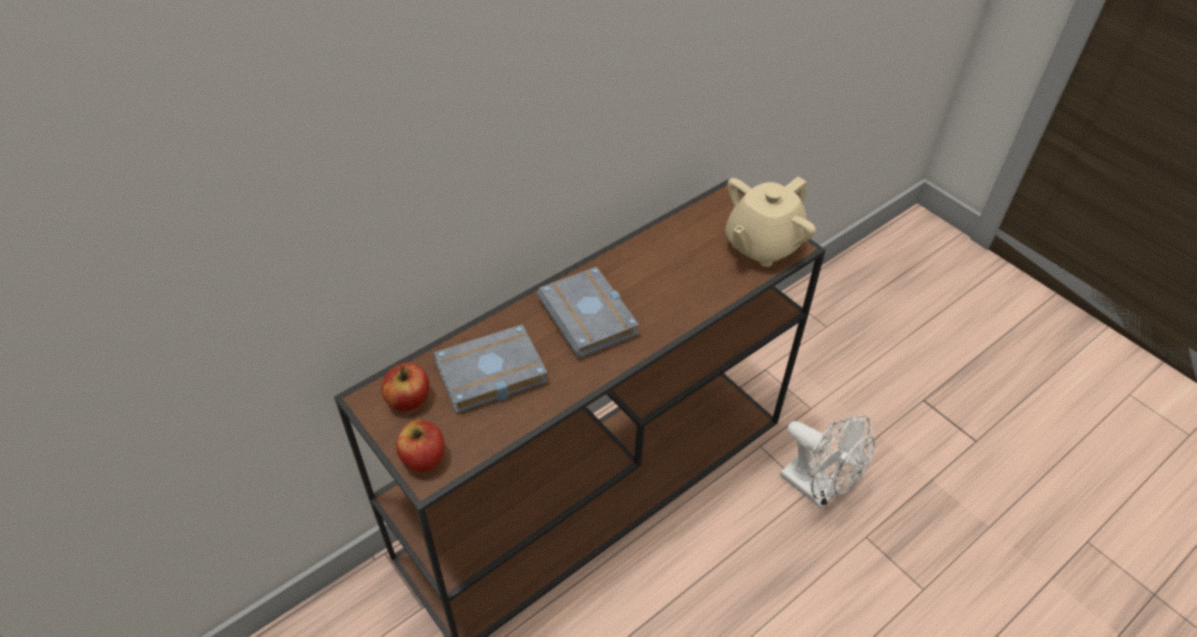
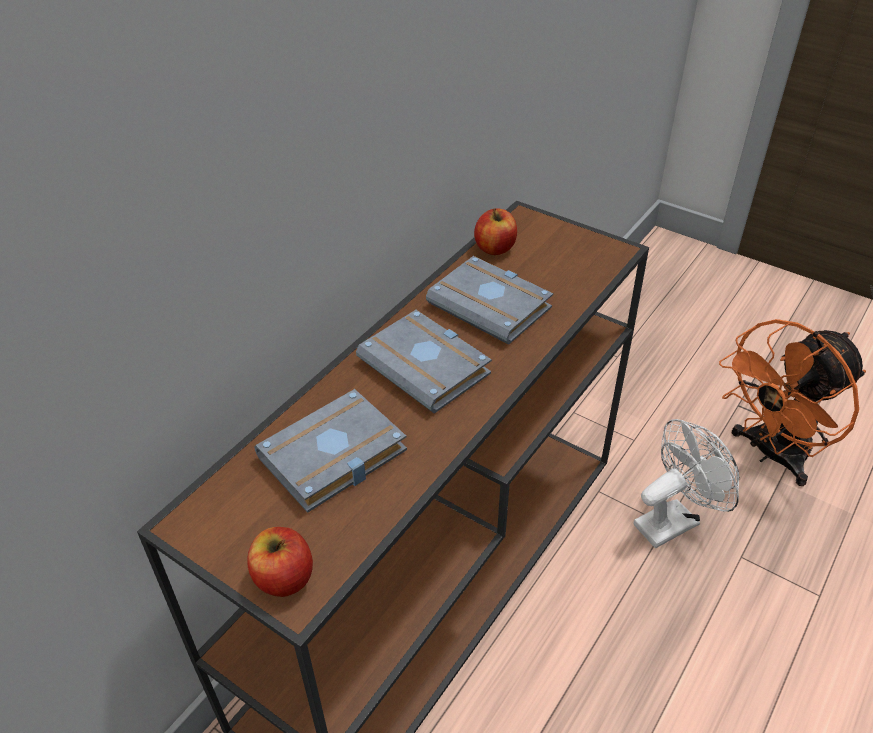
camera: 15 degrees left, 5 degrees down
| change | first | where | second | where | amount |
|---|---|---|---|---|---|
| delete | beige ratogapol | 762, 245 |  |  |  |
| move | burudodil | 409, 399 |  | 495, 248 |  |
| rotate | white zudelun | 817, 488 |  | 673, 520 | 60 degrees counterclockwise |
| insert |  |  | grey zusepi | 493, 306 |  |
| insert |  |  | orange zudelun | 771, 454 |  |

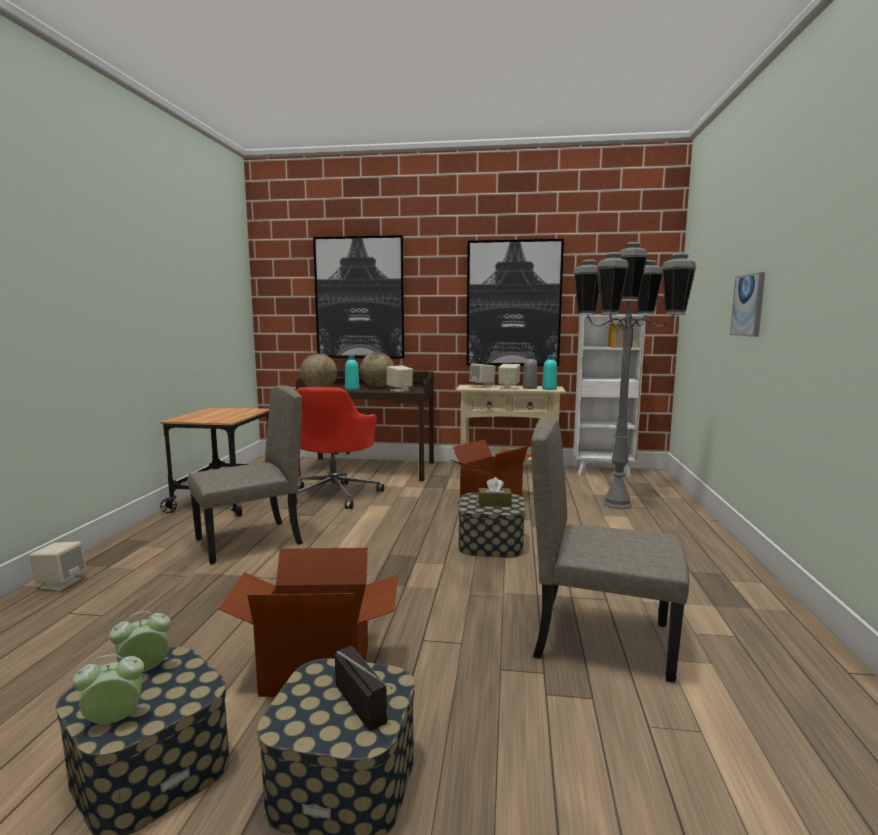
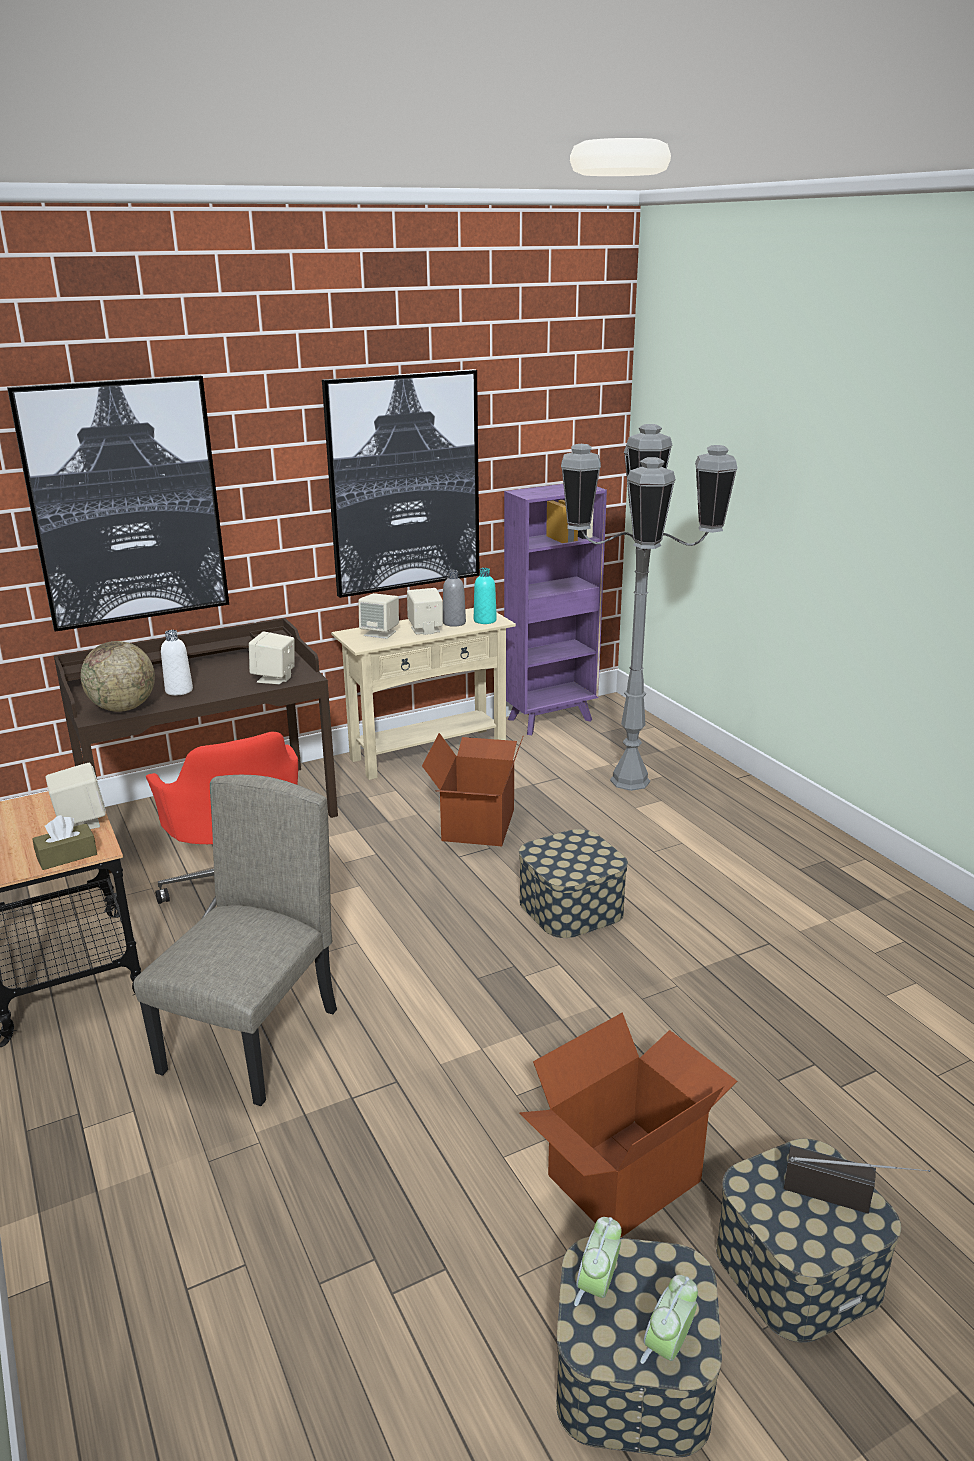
camera: 35 degrees left, 15 degrees up
| change | first | where | second | where | amount |
|---|---|---|---|---|---|
| delete | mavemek | 748, 305 |  |  |  |
| recolor | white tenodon | 603, 472 | purple tenodon | 551, 719 |  |
| delete | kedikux | 377, 386 |  |  |  |
| recolor | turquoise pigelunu | 352, 388 | white pigelunu | 179, 690 |  |
| delete | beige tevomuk | 602, 639 |  |  |  |
| move | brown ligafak | 494, 503 |  | 67, 856 |  |
| move | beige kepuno | 60, 583 |  | 80, 822 |  |

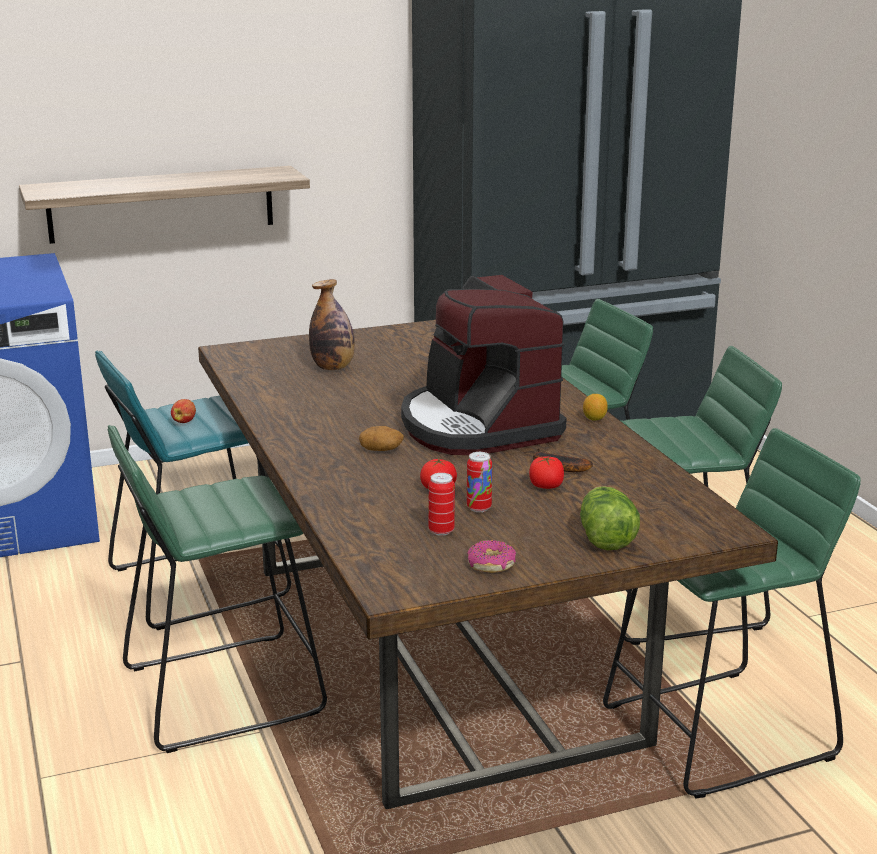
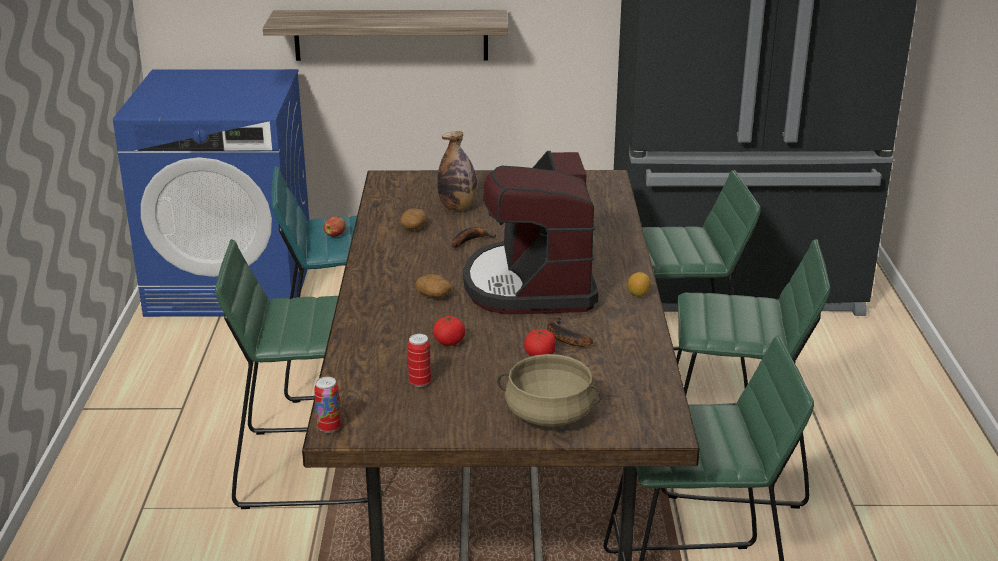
camera: 20 degrees right, 5 degrees up
| change | first | where | second | where | amount |
|---|---|---|---|---|---|
| move | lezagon | 479, 508 |  | 329, 427 |  |
| replace | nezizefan | 605, 537 | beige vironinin | 549, 415 |  |
| delete | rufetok | 492, 564 |  |  |  |
| insert |  |  | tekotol | 413, 227 |  |
| insert |  |  | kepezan | 470, 241 |  |

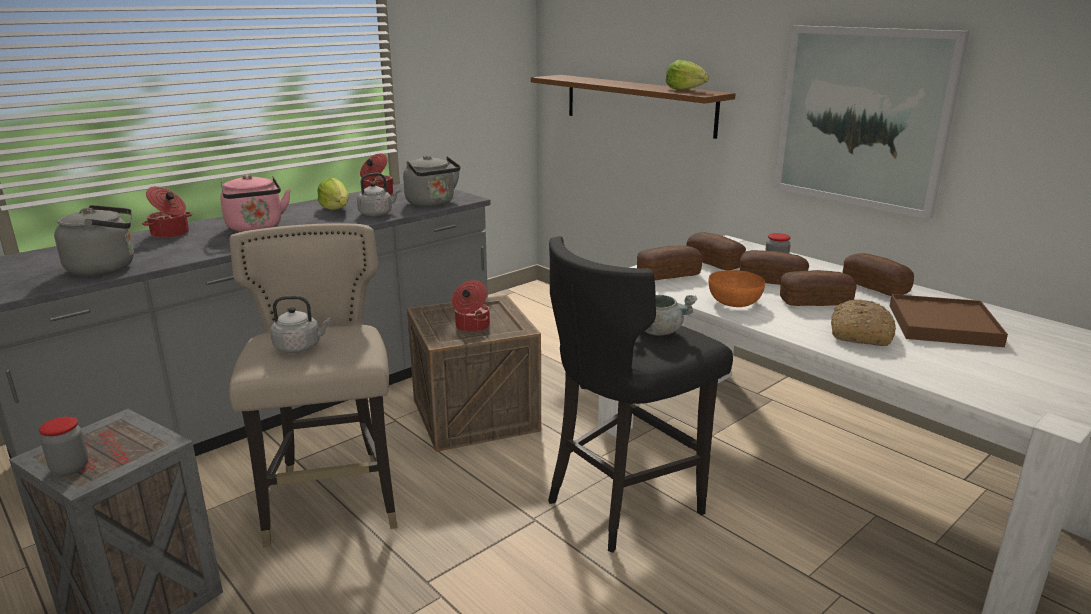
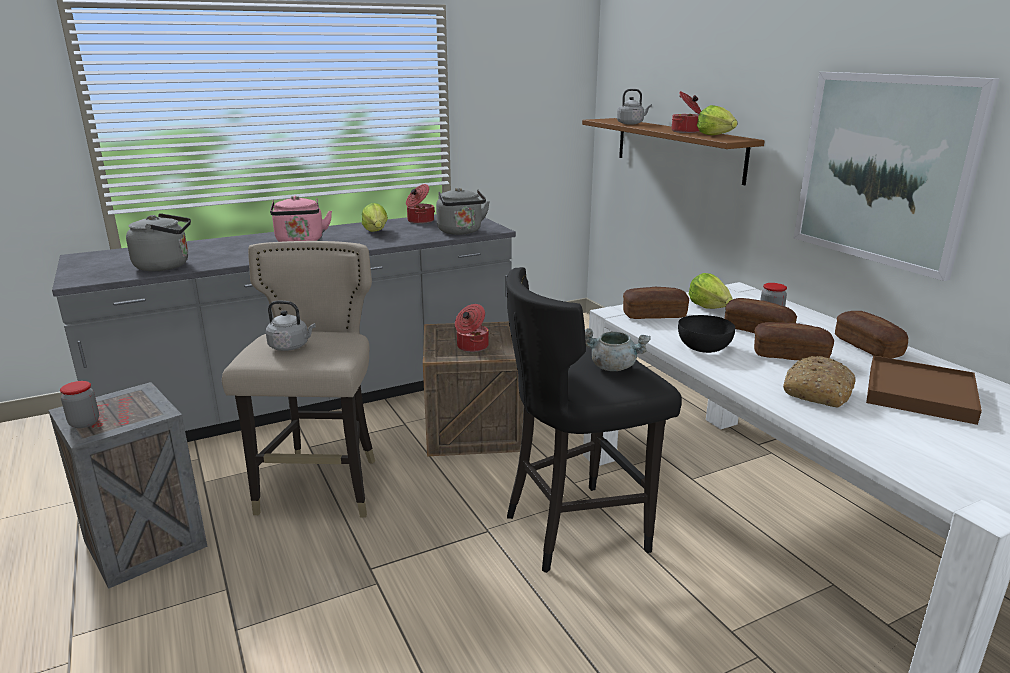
camera: 15 degrees right, 0 degrees up
| change | first | where | second | where | amount |
|---|---|---|---|---|---|
| move | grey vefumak | 377, 213 |  | 631, 123 |  |
| move | vironinin | 171, 234 |  | 686, 131 |  |
| replace | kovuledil | 714, 262 | nezizefan | 709, 307 |  |
| recolor | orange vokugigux | 734, 302 | black vokugigux | 703, 347 |  |

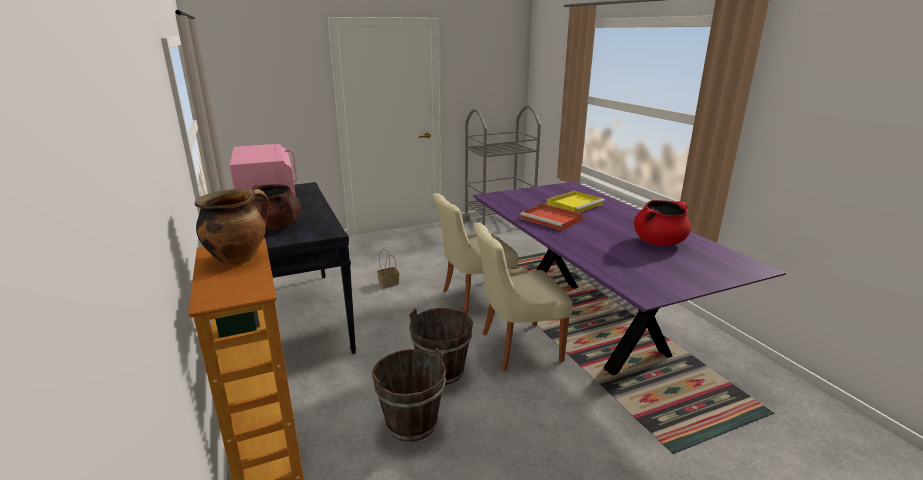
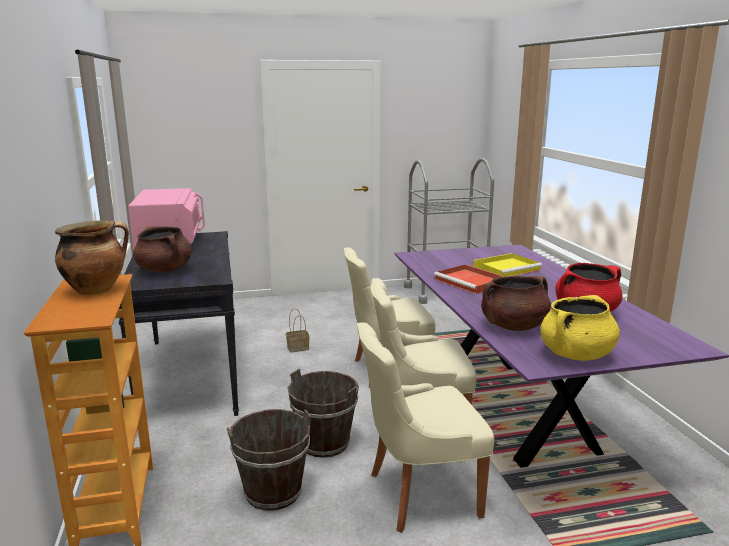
camera: 10 degrees right, 5 degrees down
| change | first | where | second | where | amount |
|---|---|---|---|---|---|
| insert |  |  | brown vironinin | 513, 326 |  |
| insert |  |  | yellow vironinin | 576, 355 |  |
| insert |  |  | beige tevomuk | 419, 494 |  |

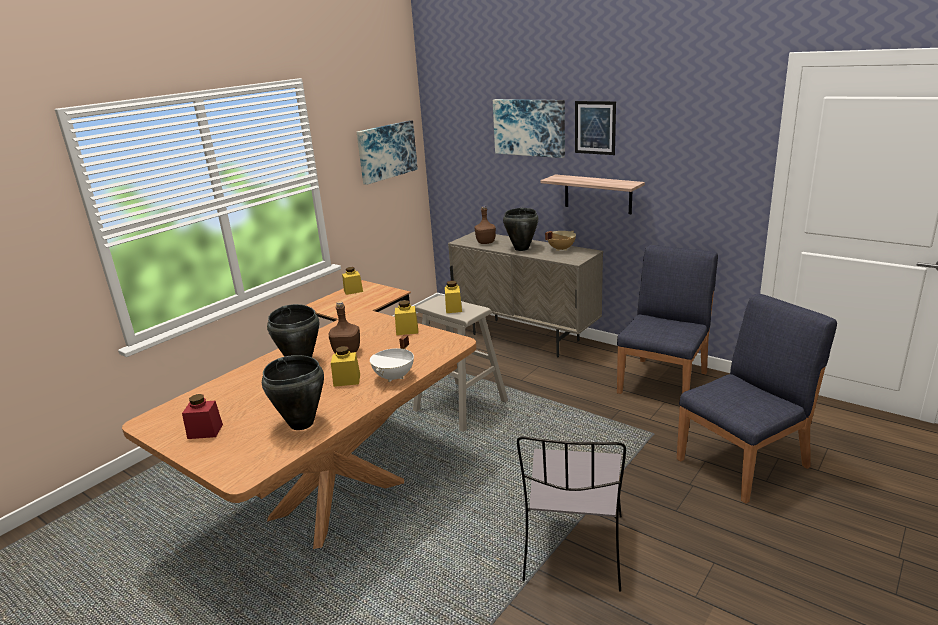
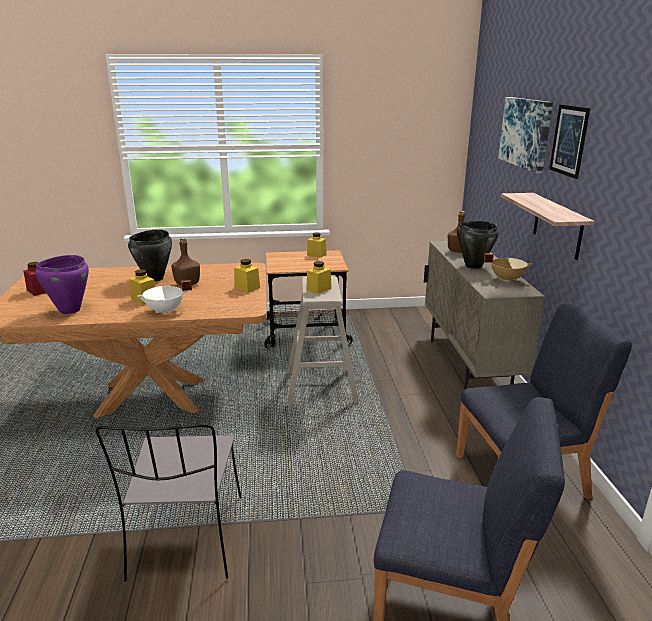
camera: 45 degrees right, 0 degrees up
| change | first | where | second | where | amount |
|---|---|---|---|---|---|
| delete | mavemek | 386, 151 |  |  |  |
| recolor | black vironinin | 301, 424 | purple vironinin | 69, 310 |  |
| rotate | grey tevomuk | 574, 550 |  | 187, 539 | 60 degrees counterclockwise |

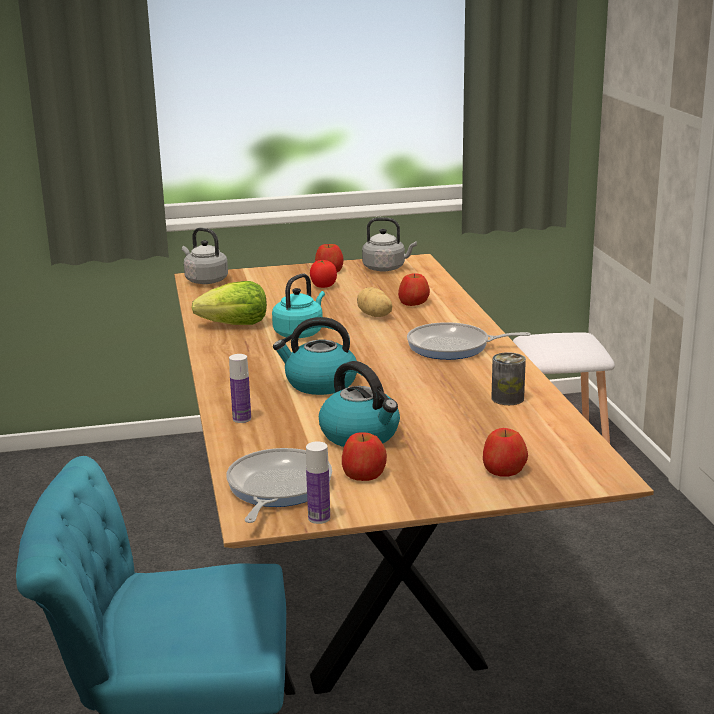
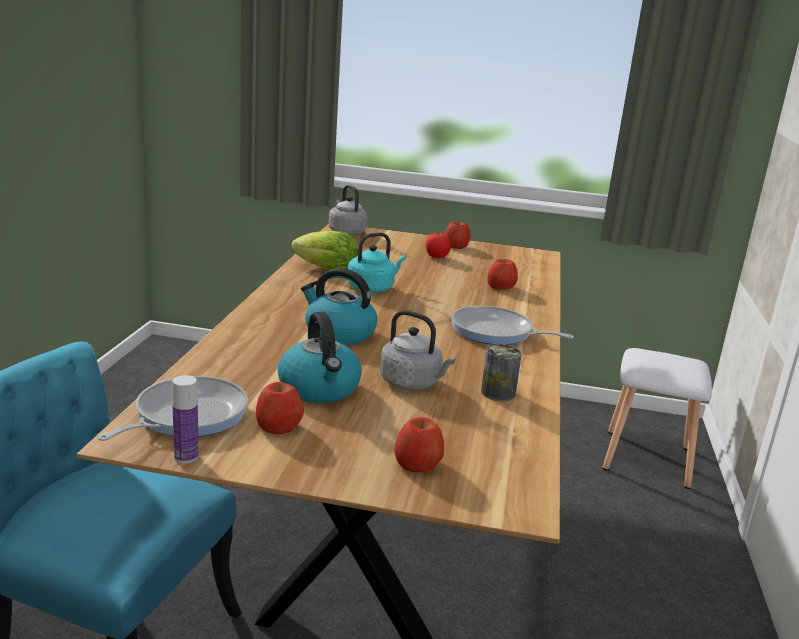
camera: 20 degrees right, 0 degrees up
| change | first | where | second | where | amount |
|---|---|---|---|---|---|
| move | grey vefumak | 386, 268 |  | 413, 383 |  |
| delete | tekotol | 374, 315 |  |  |  |
| delete | pigelunu | 242, 419 |  |  |  |

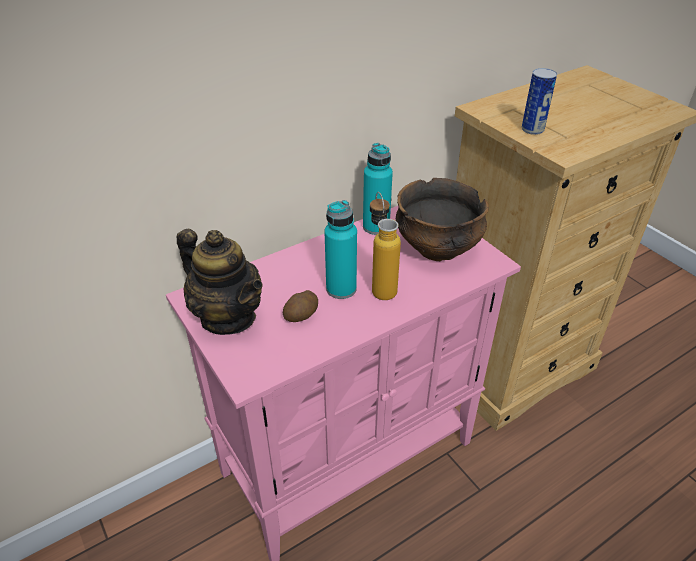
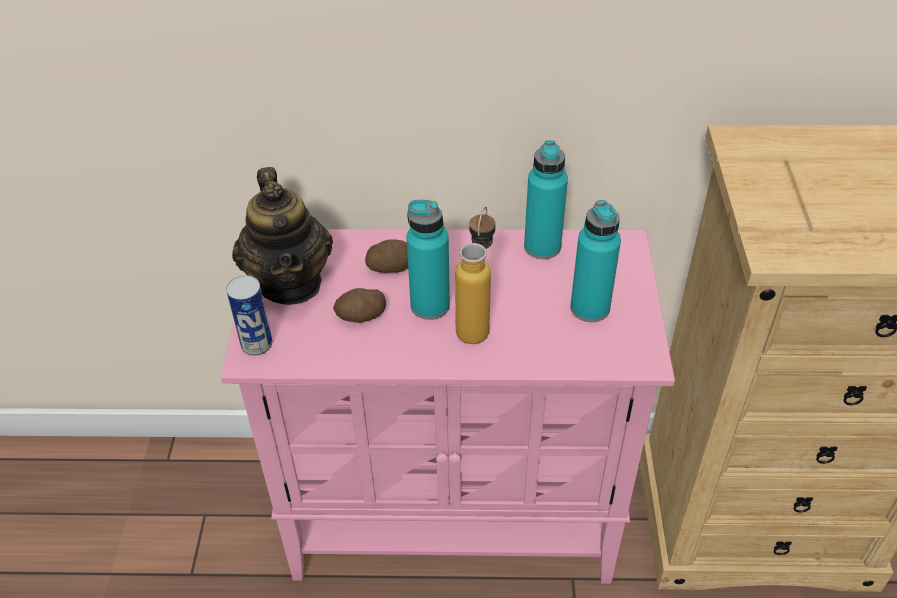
camera: 35 degrees right, 5 degrees up
| change | first | where | second | where | amount |
|---|---|---|---|---|---|
| move | lezagon | 532, 129 |  | 257, 344 |  |
| replace | vokugigux | 438, 248 | turquoise pigelunu | 590, 308 |  |
| insert |  |  | tekotol | 390, 266 |  |

